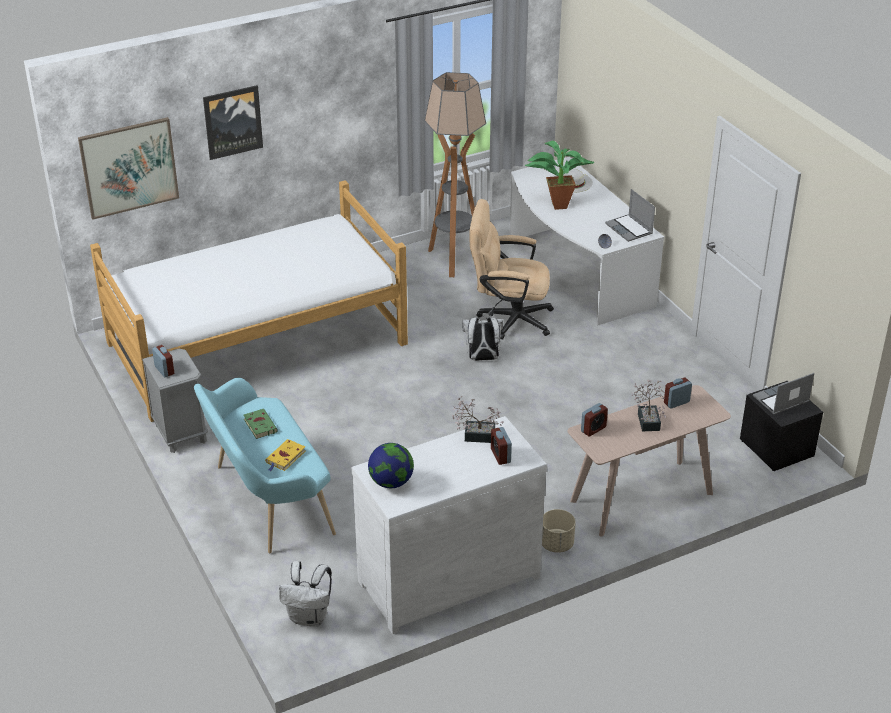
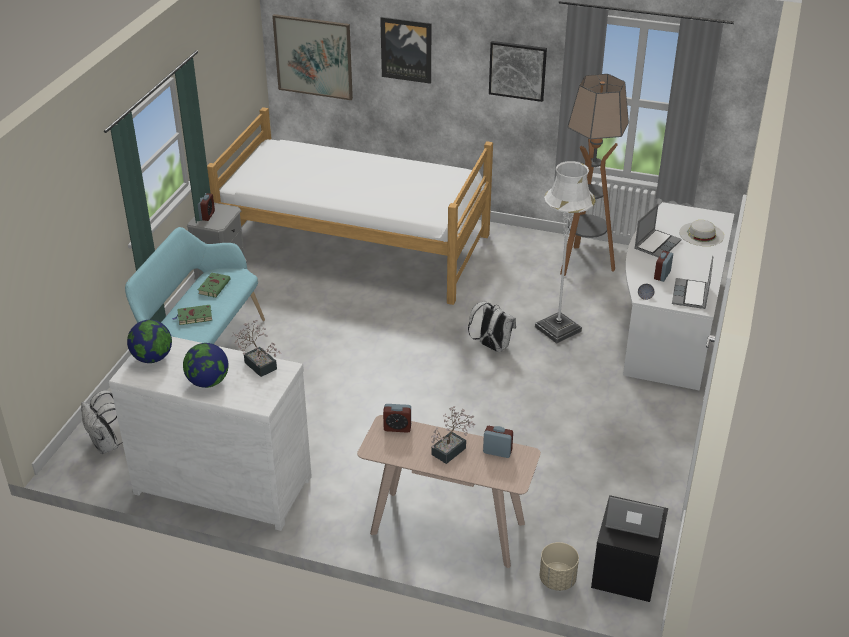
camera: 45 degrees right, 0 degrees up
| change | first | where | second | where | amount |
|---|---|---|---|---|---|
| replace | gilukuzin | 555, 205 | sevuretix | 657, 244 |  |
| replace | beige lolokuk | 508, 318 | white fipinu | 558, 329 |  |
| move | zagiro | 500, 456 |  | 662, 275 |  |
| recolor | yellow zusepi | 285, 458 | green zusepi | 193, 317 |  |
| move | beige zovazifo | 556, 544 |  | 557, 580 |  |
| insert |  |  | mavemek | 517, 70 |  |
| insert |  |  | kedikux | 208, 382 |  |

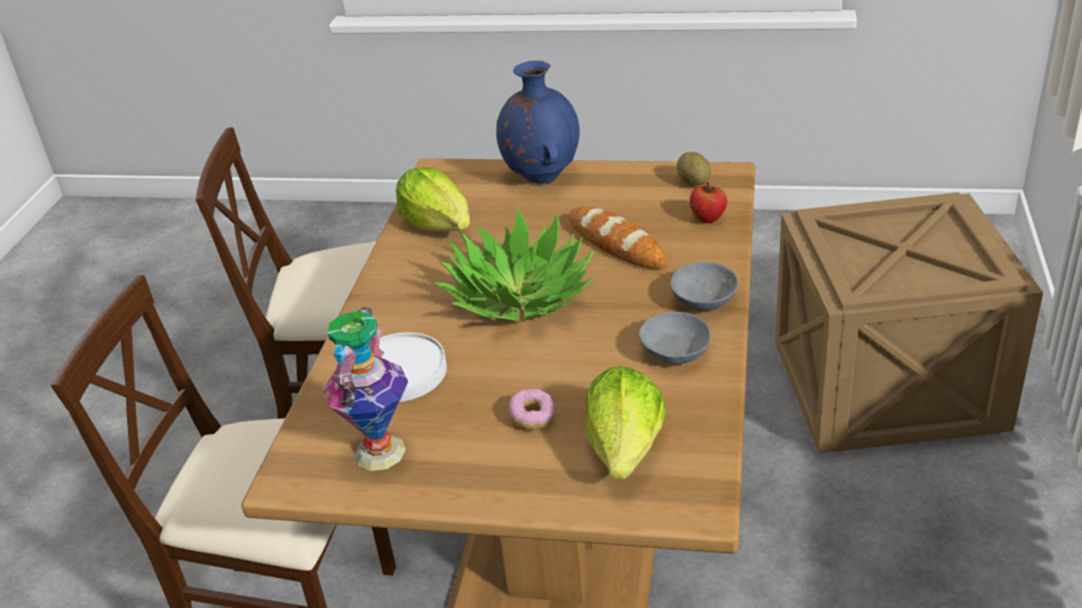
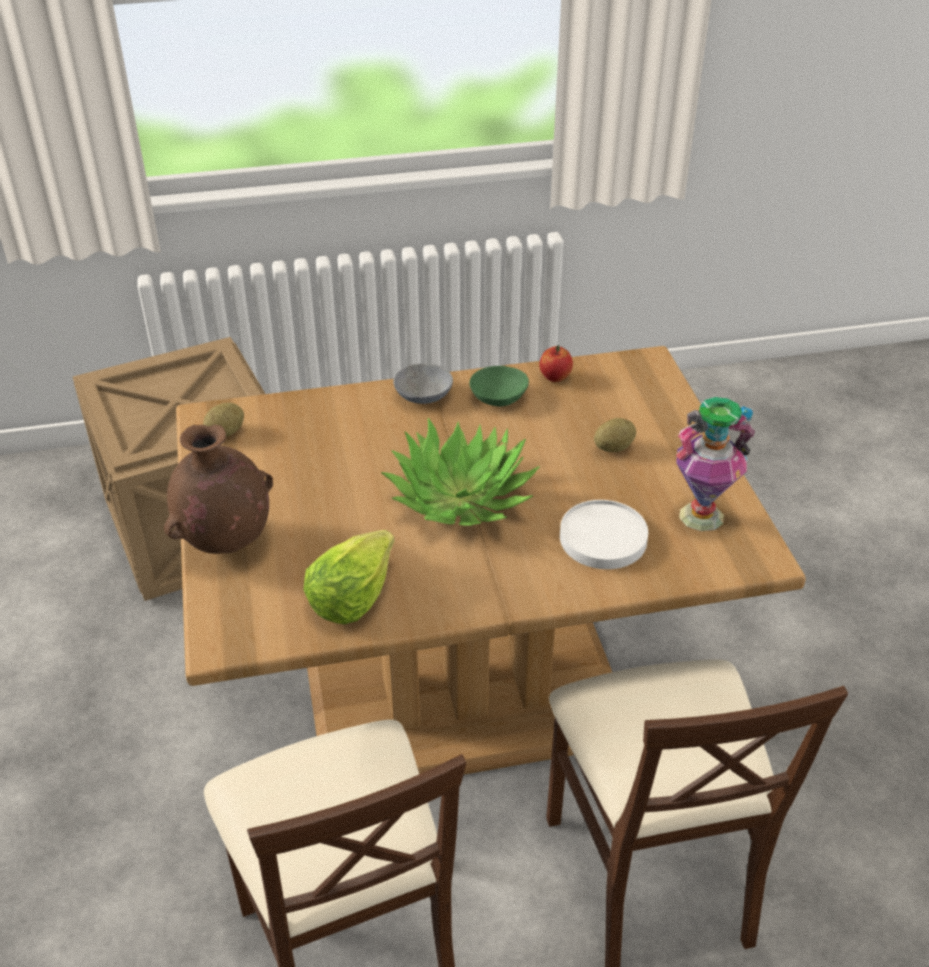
camera: 115 degrees left, 5 degrees up
| change | first | where | second | where | amount |
|---|---|---|---|---|---|
| recolor | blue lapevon | 541, 176 | brown lapevon | 226, 543 |  |
| move | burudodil | 708, 218 |  | 555, 377 |  |
| delete | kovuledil | 616, 243 |  |  |  |
| recolor | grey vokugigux | 677, 352 | green vokugigux | 499, 395 |  |
| delete | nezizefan | 626, 448 |  |  |  |
| replace | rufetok | 532, 418 | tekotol | 613, 448 |  |

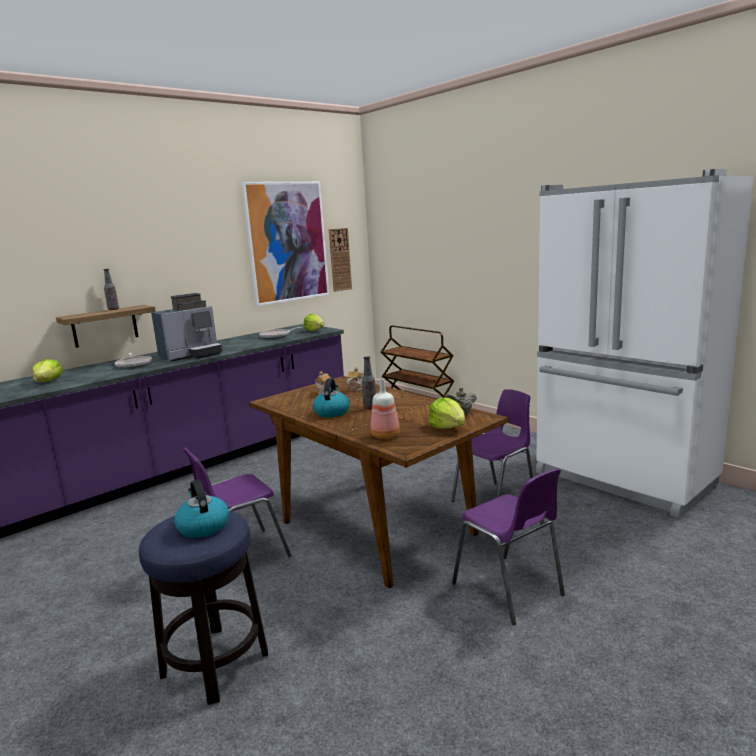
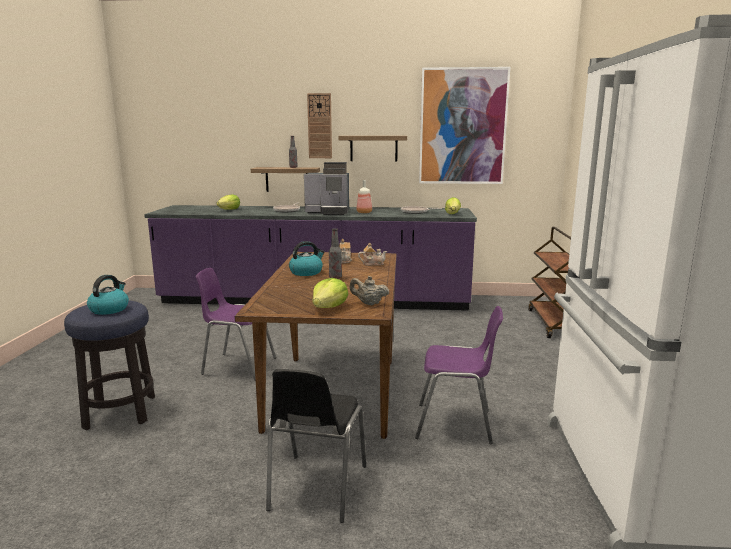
camera: 45 degrees right, 0 degrees up
| change | first | where | second | where | amount |
|---|---|---|---|---|---|
| move | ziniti | 340, 259 |  | 319, 126 |  |
| move | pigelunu | 385, 435 |  | 364, 212 |  |
| recolor | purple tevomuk | 509, 590 | black tevomuk | 316, 489 |  |
| insert |  |  | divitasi | 373, 148 |  |

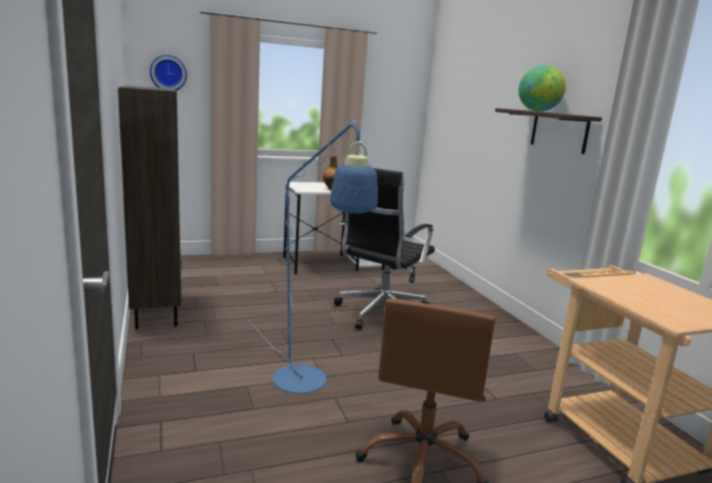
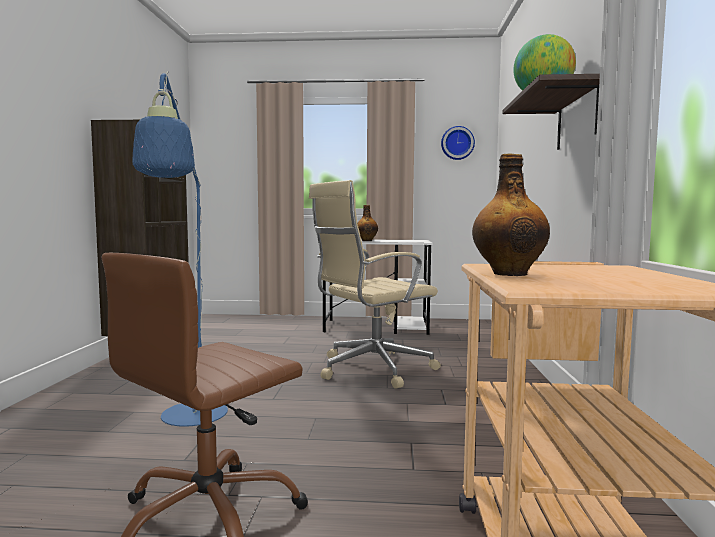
camera: 25 degrees right, 10 degrees down
| change | first | where | second | where | amount |
|---|---|---|---|---|---|
| move | ziniti | 168, 73 |  | 457, 143 |  |
| recolor | black lolokuk | 380, 314 | beige lolokuk | 371, 369 |  |
| insert |  |  | pigelunu | 509, 273 |  |

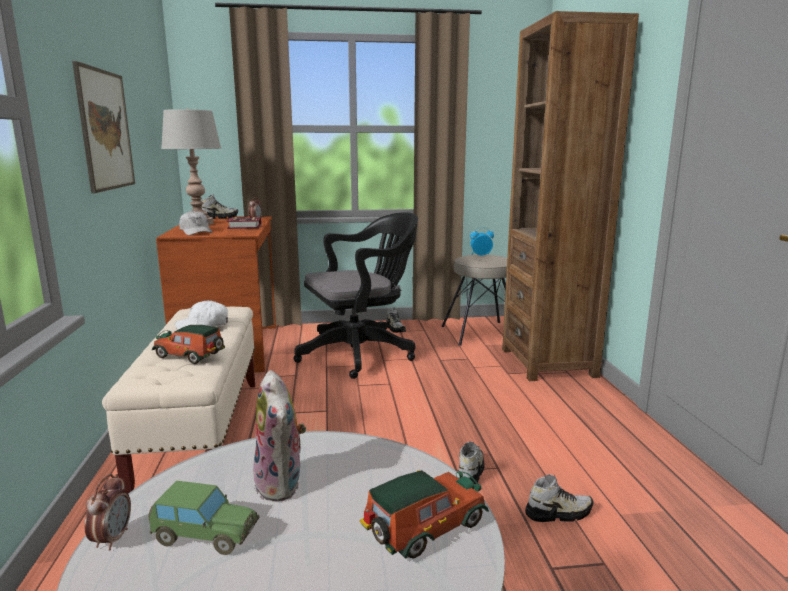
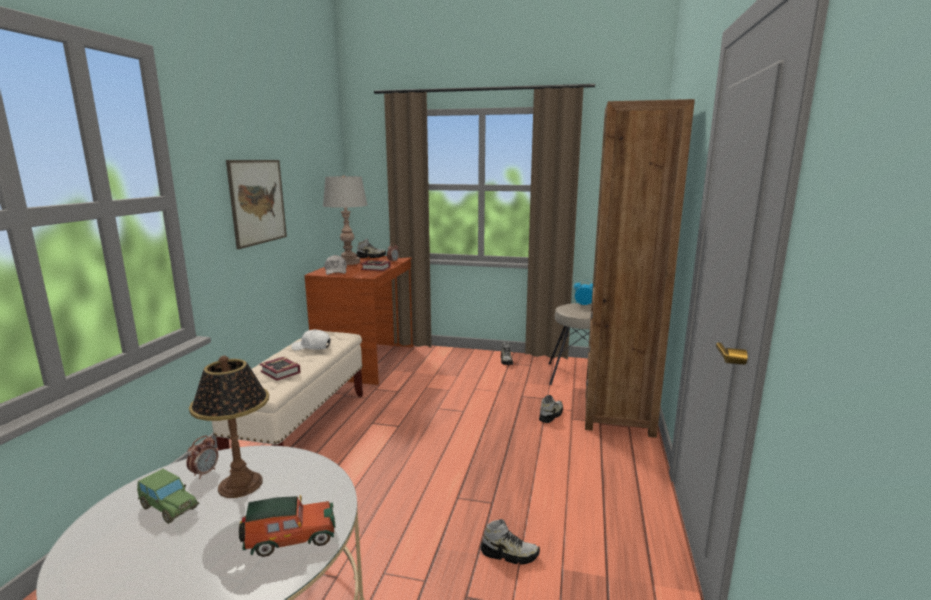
camera: 20 degrees right, 0 degrees up
| change | first | where | second | where | amount |
|---|---|---|---|---|---|
| delete | black lolokuk | 361, 353 |  |  |  |
| replace | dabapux | 191, 356 | zusepi | 280, 373 |  |
| replace | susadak | 282, 485 | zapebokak | 241, 484 |  |
| move | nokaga | 470, 472 |  | 551, 415 |  |
| move | zagiro | 112, 539 |  | 205, 473 |  |

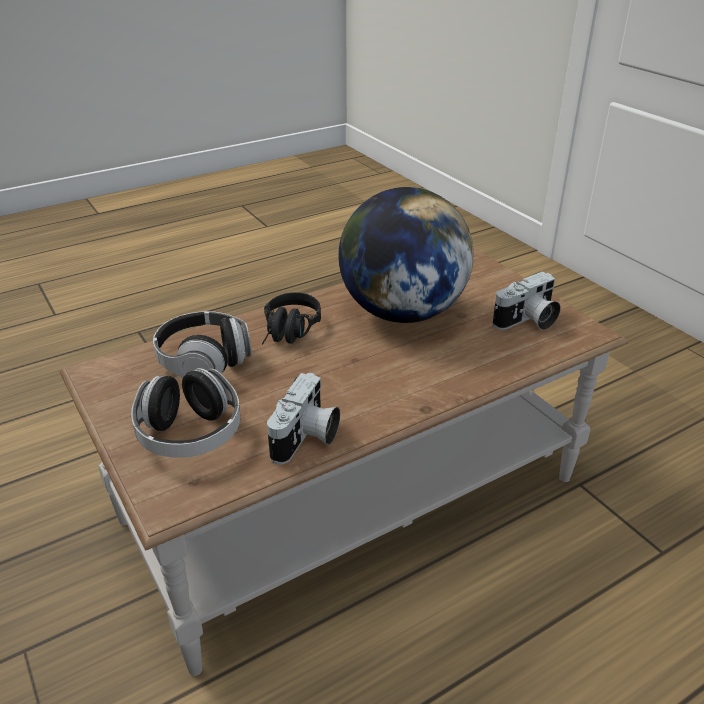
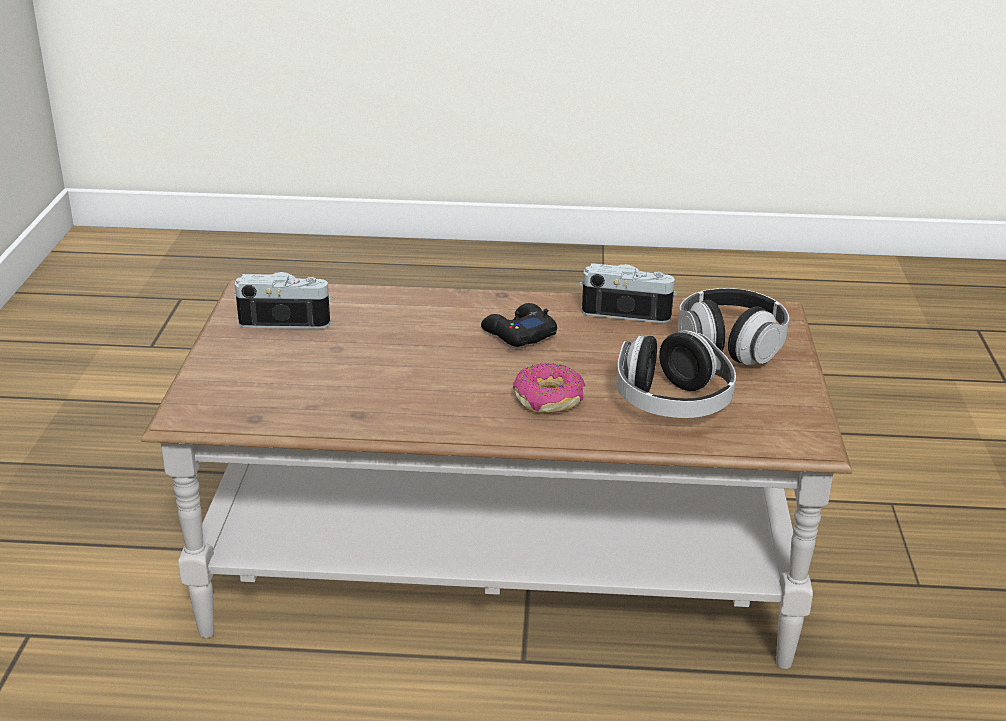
camera: 145 degrees left, 5 degrees down
| change | first | where | second | where | amount |
|---|---|---|---|---|---|
| delete | kedikux | 402, 312 |  |  |  |
| replace | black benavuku | 289, 333 | rufetok | 549, 399 |  |
| rotate | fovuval | 307, 438 |  | 627, 310 | 45 degrees clockwise |
| insert |  |  | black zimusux | 518, 334 |  |

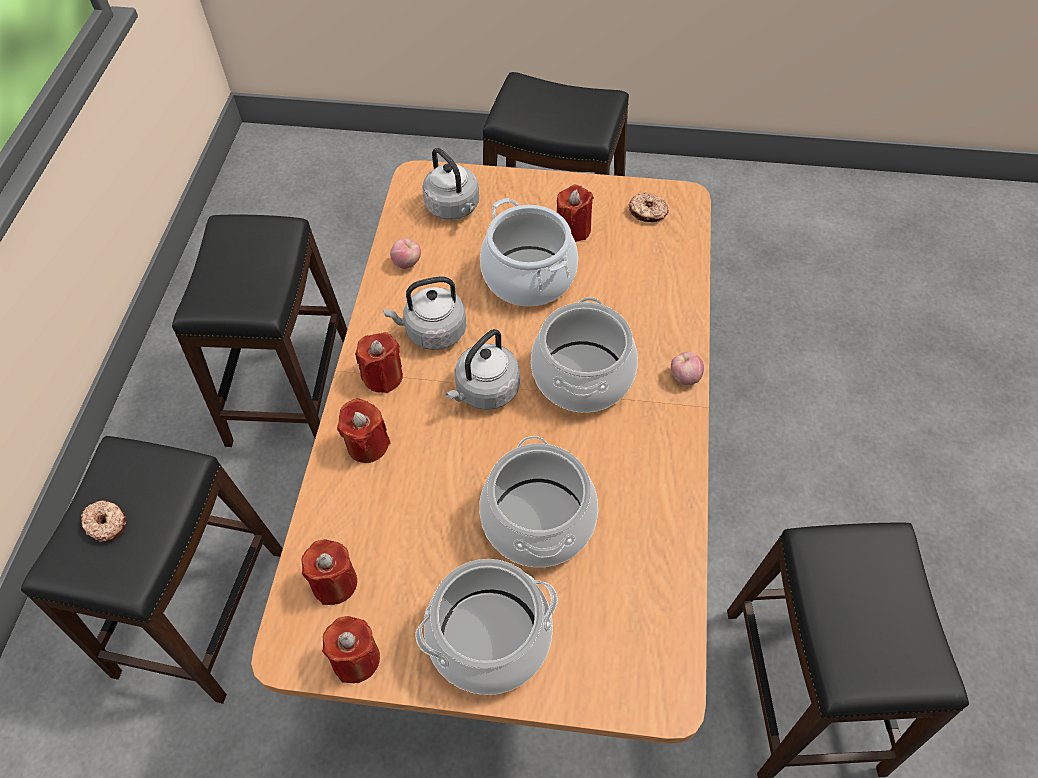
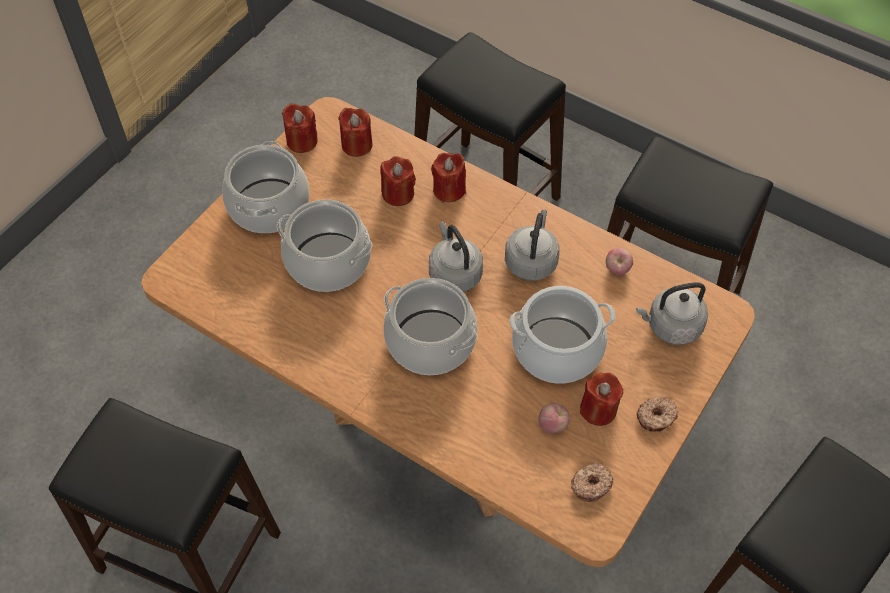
camera: 115 degrees right, 0 degrees up
| change | first | where | second | where | amount |
|---|---|---|---|---|---|
| move | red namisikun | 383, 376 |  | 398, 194 |  |
| move | burudodil | 684, 377 |  | 553, 425 |  |
| move | rufetok | 107, 523 |  | 656, 417 |  |

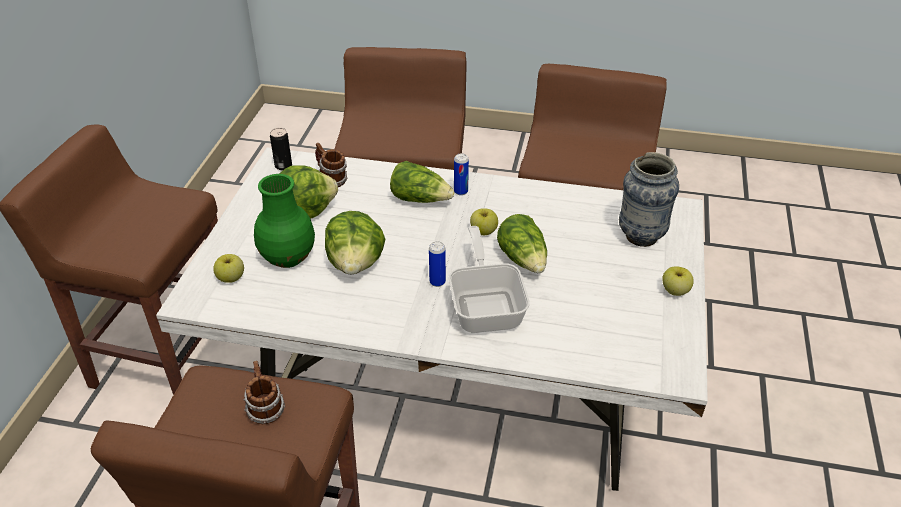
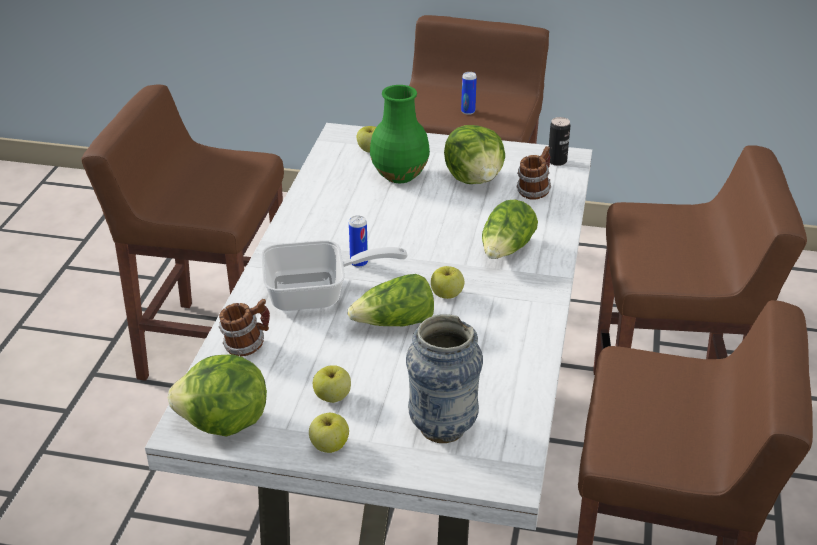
camera: 90 degrees right, 5 degrees down
| change | first | where | second | where | amount |
|---|---|---|---|---|---|
| move | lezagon | 461, 191 |  | 468, 111 |  |
| move | nezizefan | 356, 264 |  | 224, 424 |  |
| move | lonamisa | 265, 409 |  | 246, 345 |  |
| insert |  |  | burudodil | 332, 397 |  |

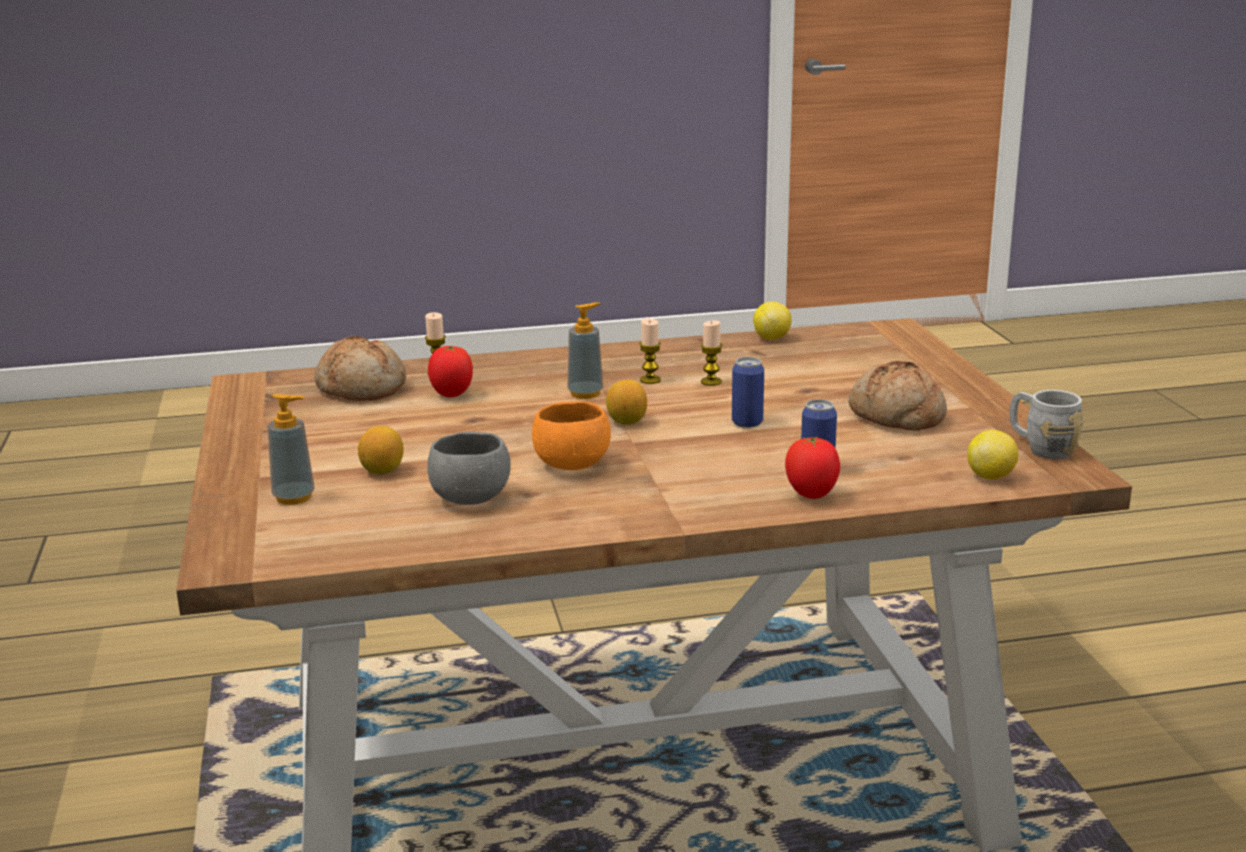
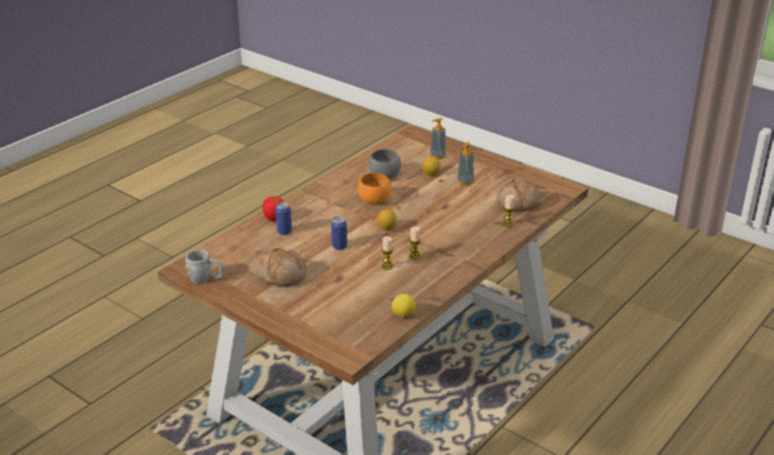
camera: 140 degrees right, 10 degrees up
| change | first | where | second | where | amount |
|---|---|---|---|---|---|
| move | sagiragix | 585, 393 |  | 465, 181 |  |
| delete | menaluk | 452, 395 |  |  |  |
| delete | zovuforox | 991, 476 |  |  |  |

